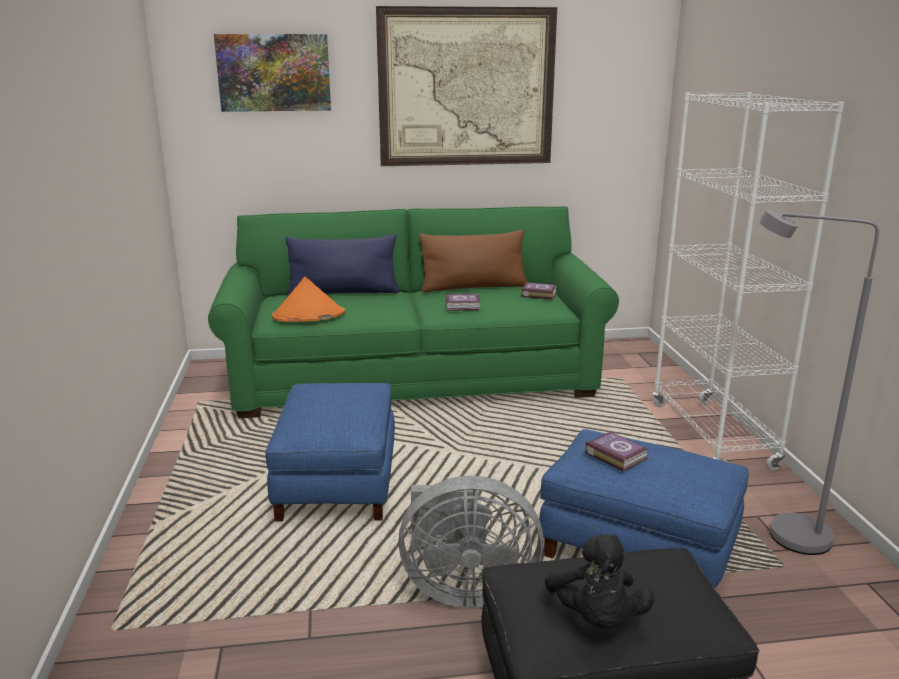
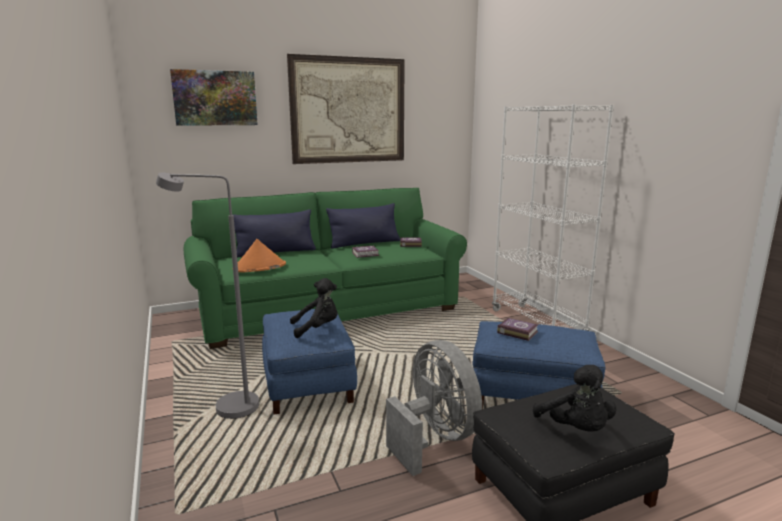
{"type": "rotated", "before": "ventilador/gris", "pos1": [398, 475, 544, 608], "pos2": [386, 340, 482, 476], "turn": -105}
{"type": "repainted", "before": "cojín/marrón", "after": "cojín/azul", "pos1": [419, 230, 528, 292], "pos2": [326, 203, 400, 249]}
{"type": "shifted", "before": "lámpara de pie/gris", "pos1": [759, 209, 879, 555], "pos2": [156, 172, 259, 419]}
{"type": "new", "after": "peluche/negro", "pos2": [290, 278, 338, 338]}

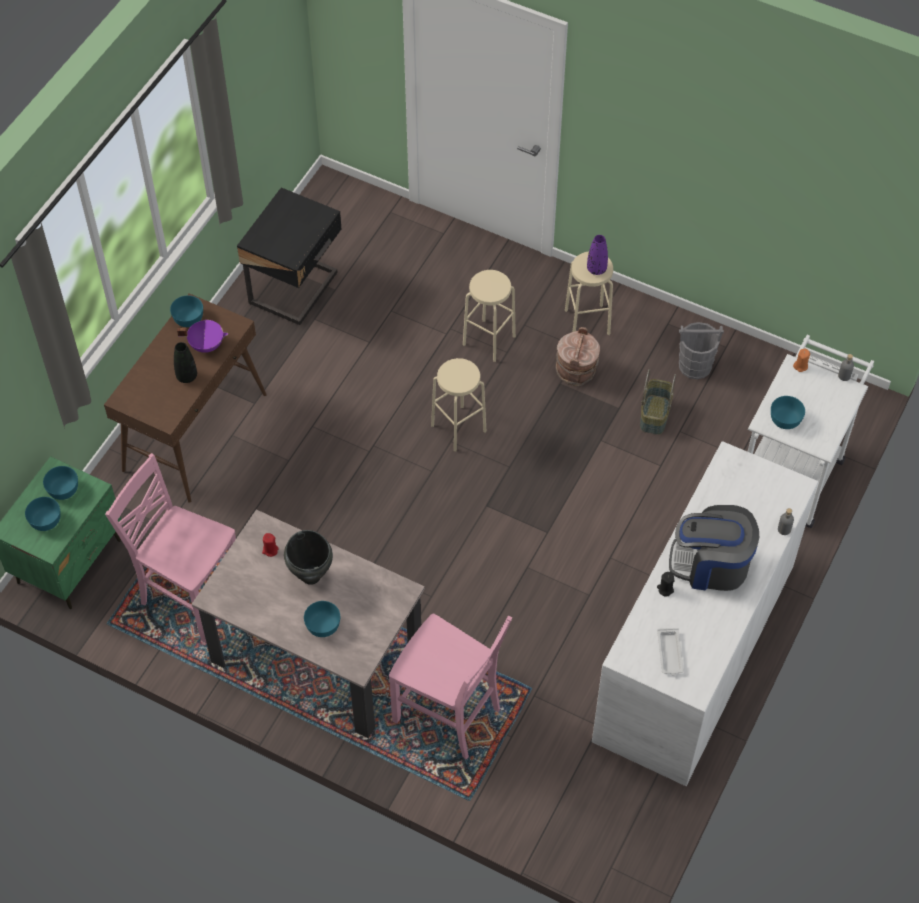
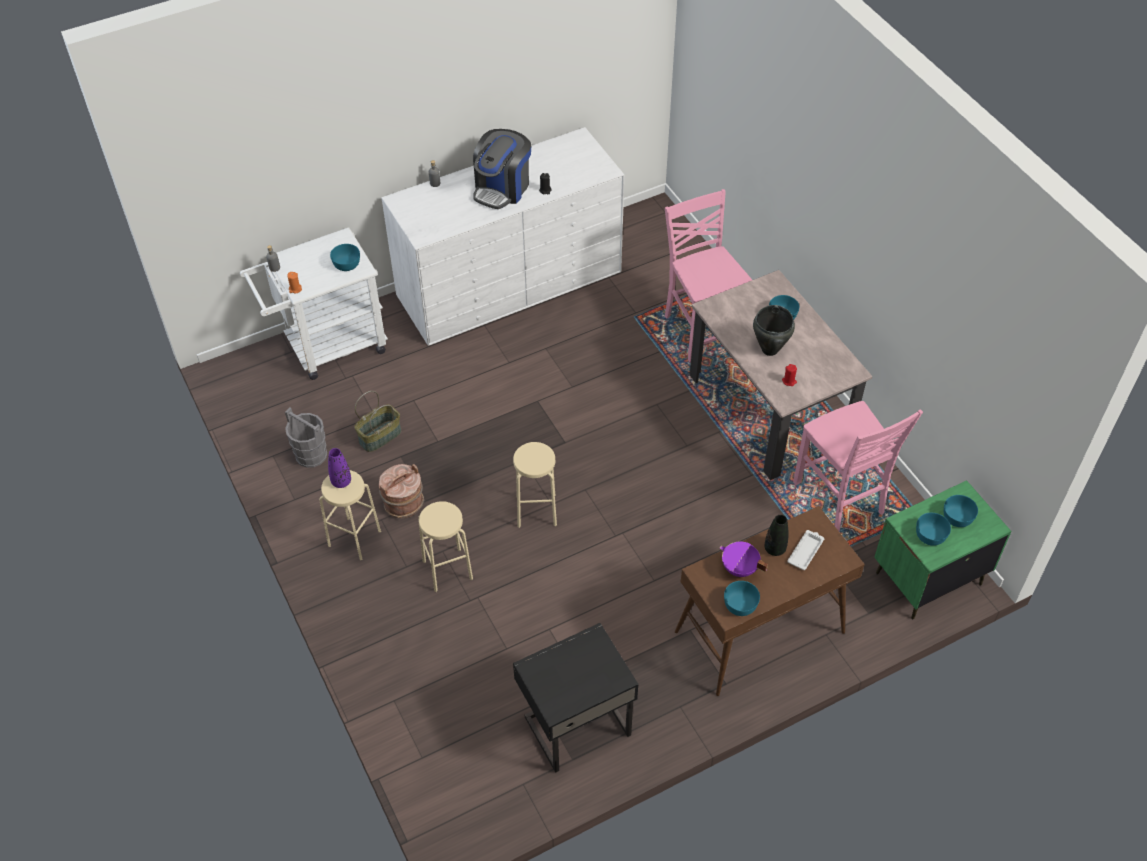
{"type": "shifted", "before": "bandeja/blanco", "pos1": [657, 628, 684, 676], "pos2": [787, 530, 824, 570]}
{"type": "rotated", "before": "cafetera", "pos1": [669, 505, 759, 591], "pos2": [473, 129, 531, 209], "turn": 75}

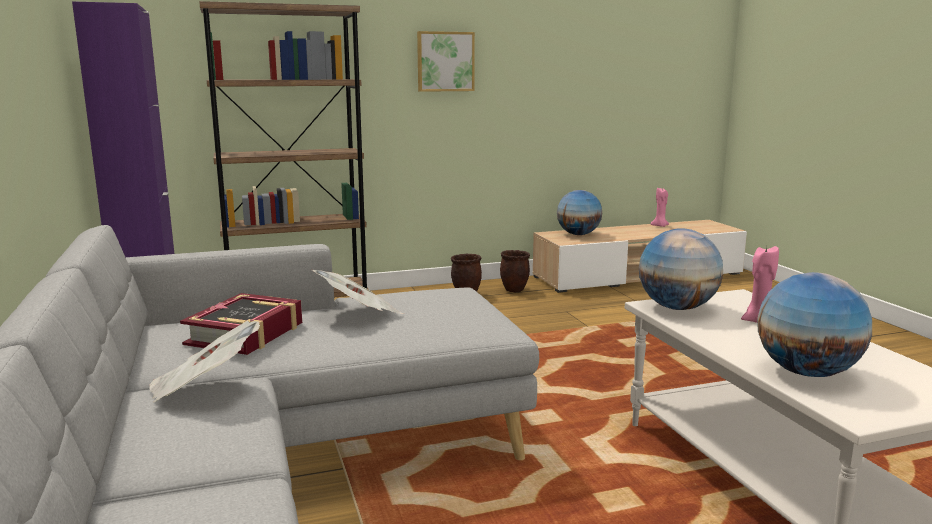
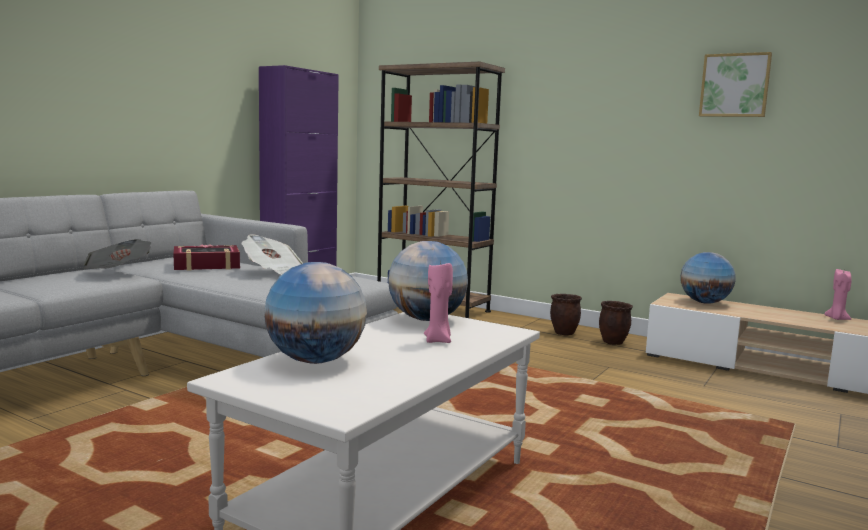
{"type": "shifted", "before": "cuadro", "pos1": [417, 31, 475, 92], "pos2": [699, 52, 772, 117]}

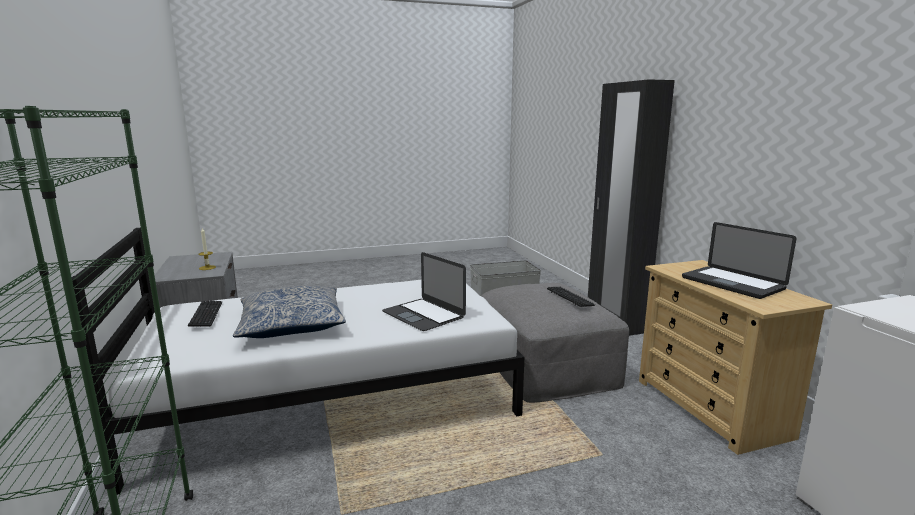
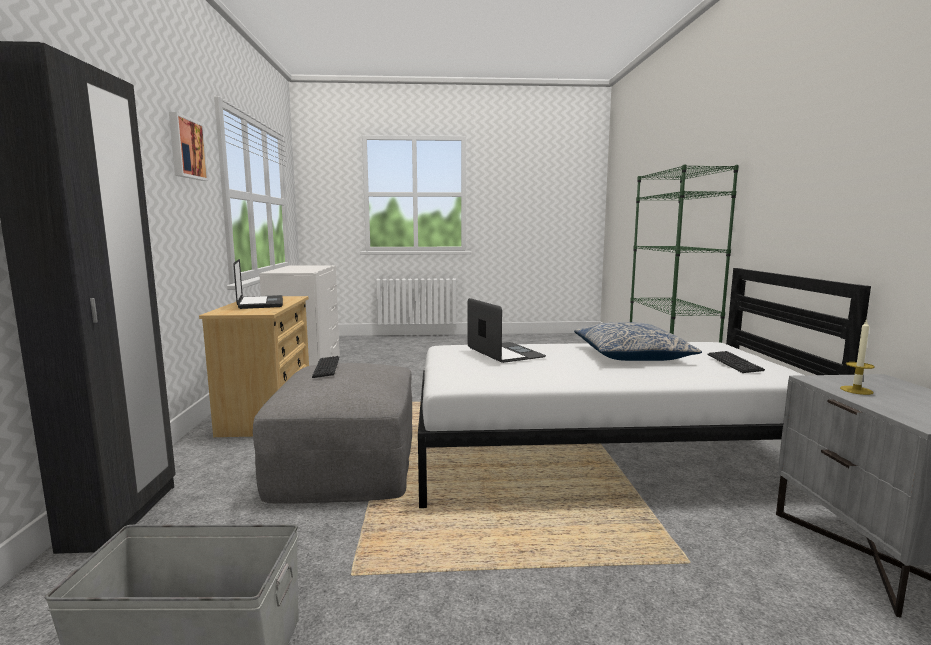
{"type": "new", "after": "cuadro", "pos2": [169, 112, 209, 181]}

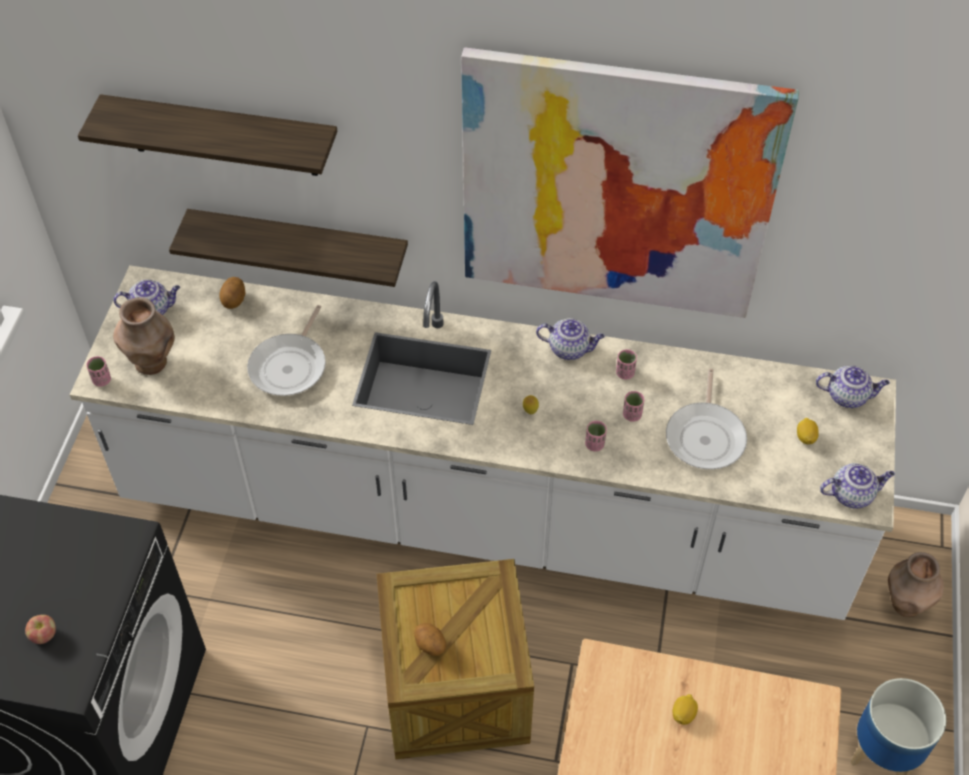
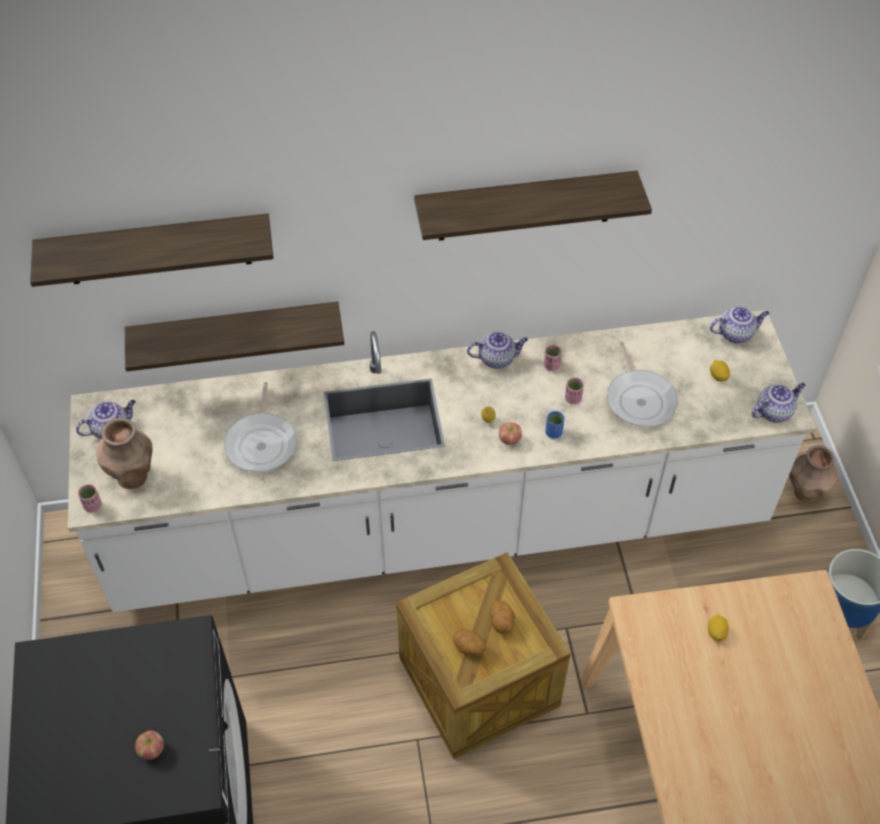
{"type": "shifted", "before": "patata", "pos1": [219, 277, 246, 309], "pos2": [490, 601, 515, 634]}
{"type": "swapped", "before": "cuadro", "after": "estante", "pos1": [461, 47, 799, 318], "pos2": [414, 171, 652, 241]}
{"type": "repainted", "before": "taza/rosa", "after": "taza/azul", "pos1": [585, 421, 607, 451], "pos2": [545, 411, 565, 439]}
{"type": "new", "after": "manzana", "pos2": [499, 422, 522, 445]}

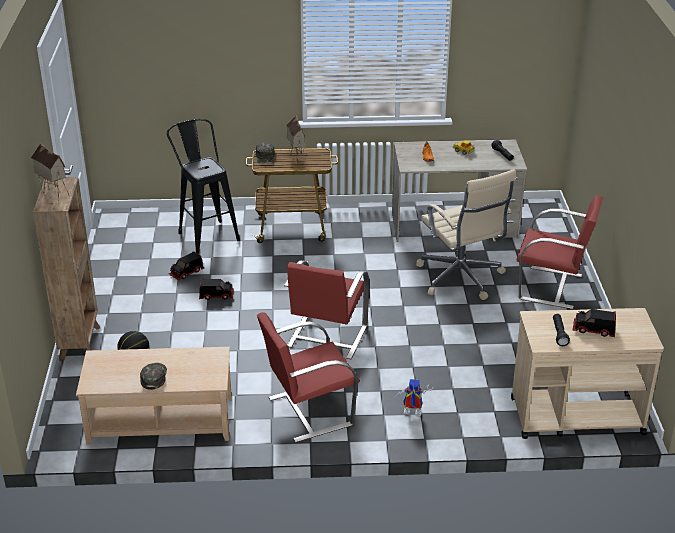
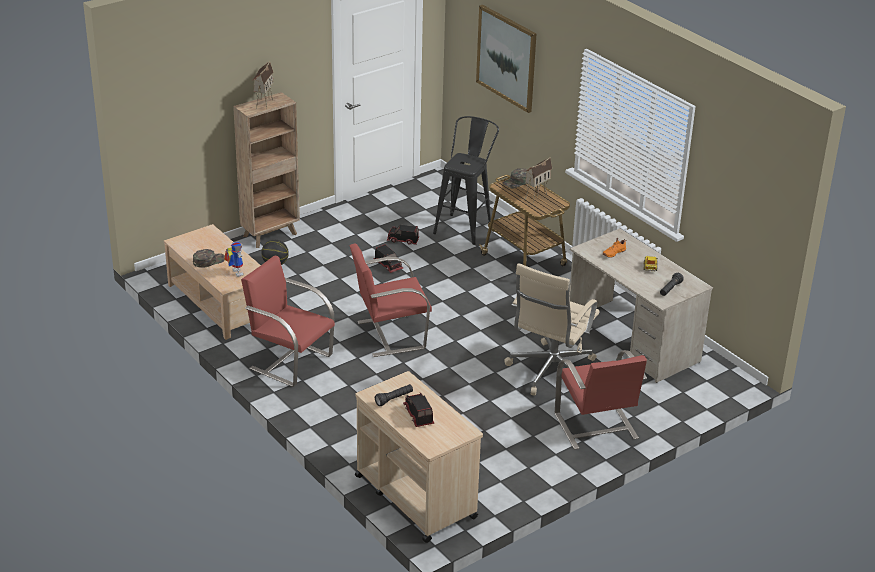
{"type": "shifted", "before": "robot de juguete", "pos1": [392, 379, 434, 416], "pos2": [224, 241, 244, 277]}
{"type": "new", "after": "cuadro", "pos2": [476, 5, 536, 113]}

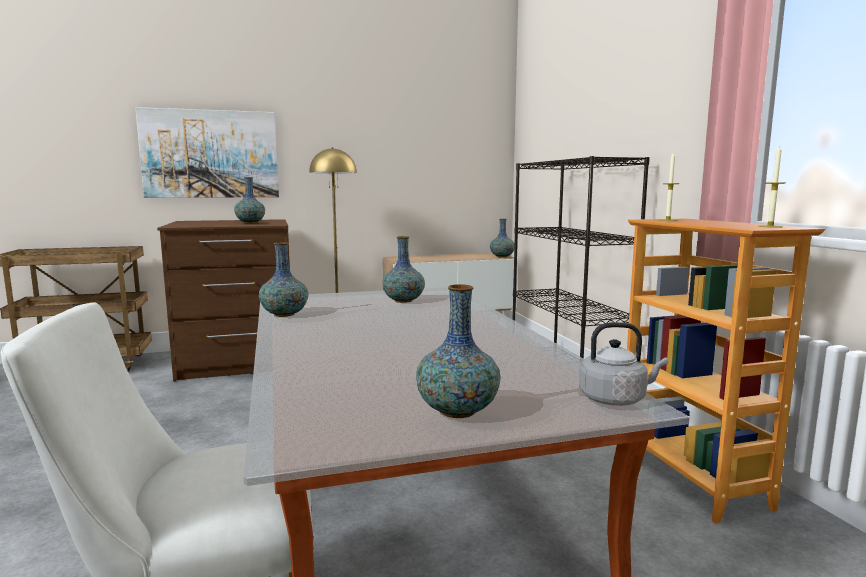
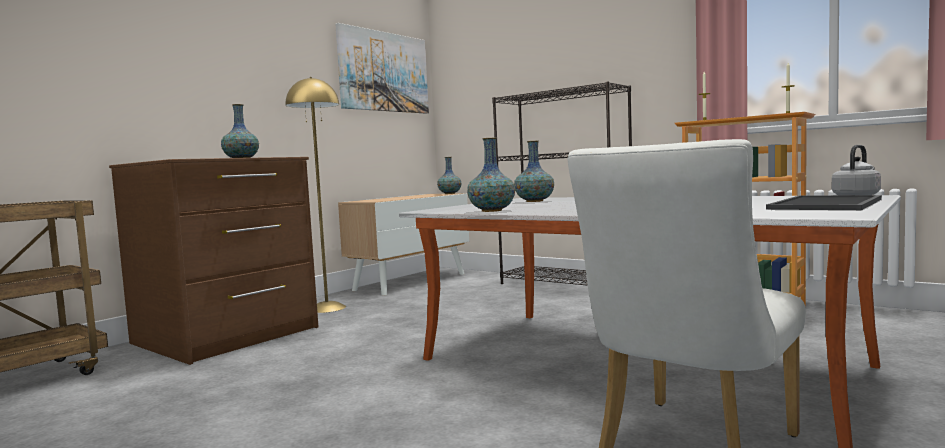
{"type": "shifted", "before": "cuadro", "pos1": [135, 107, 279, 198], "pos2": [335, 23, 429, 114]}
{"type": "swapped", "before": "florero", "after": "bandeja", "pos1": [416, 284, 501, 418], "pos2": [766, 195, 882, 210]}

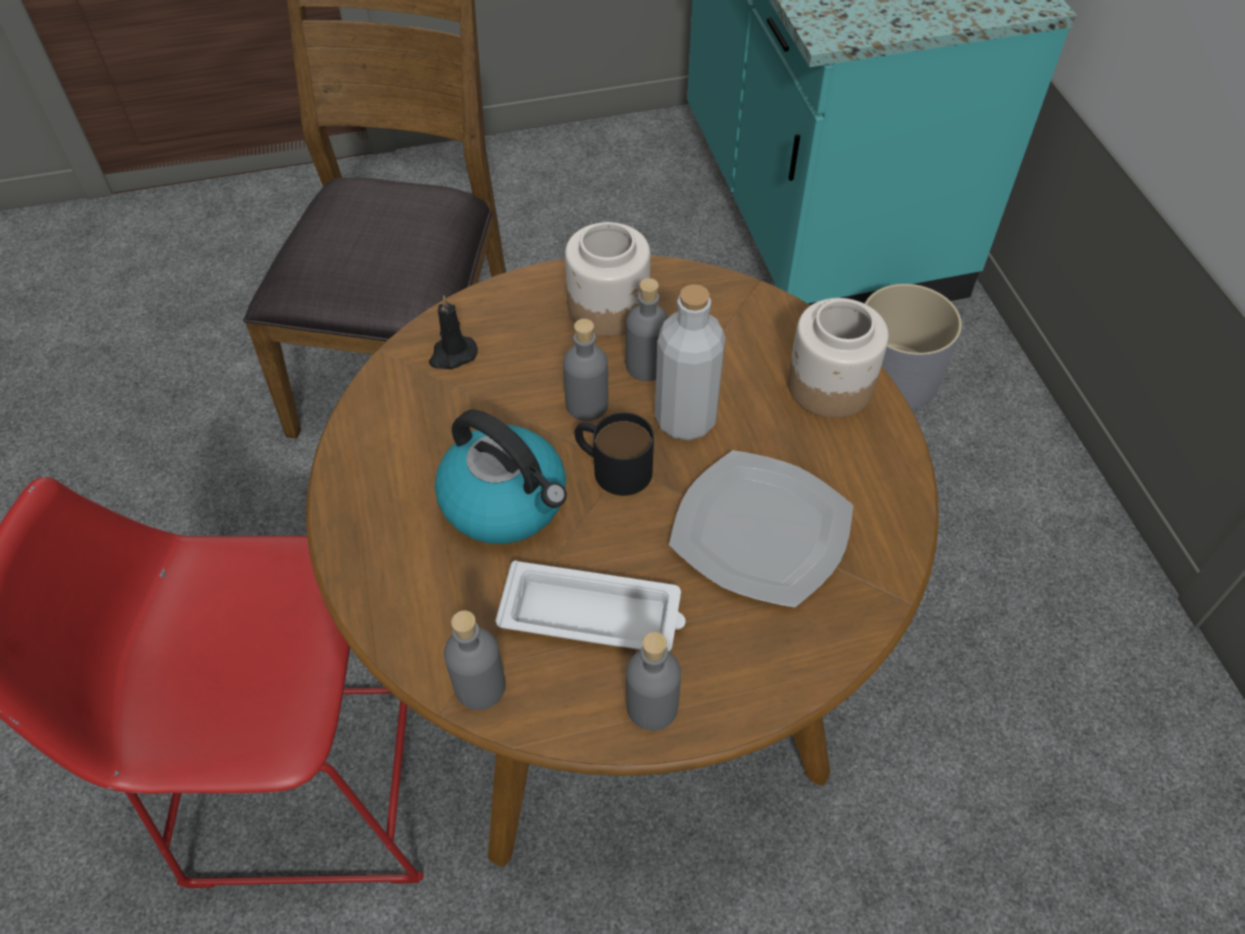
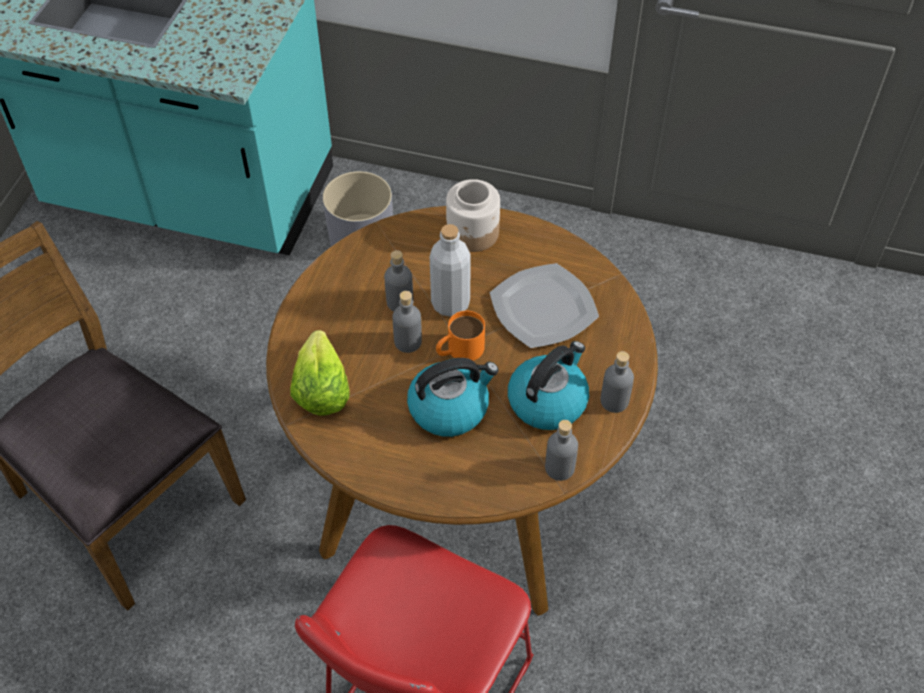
{"type": "swapped", "before": "vela/negro", "after": "lechuga", "pos1": [429, 295, 478, 369], "pos2": [290, 330, 349, 416]}
{"type": "swapped", "before": "bandeja/blanco", "after": "hervidor", "pos1": [495, 560, 686, 652], "pos2": [508, 341, 589, 430]}
{"type": "gone", "before": "tarro", "pos1": [565, 222, 650, 337]}
{"type": "repainted", "before": "taza grande/negro", "after": "taza grande/naranja", "pos1": [575, 412, 654, 496], "pos2": [436, 311, 485, 361]}

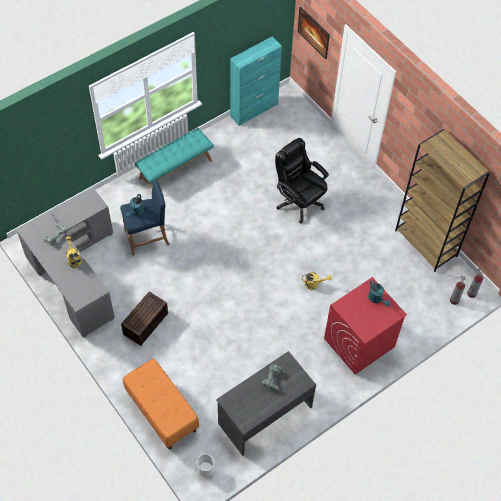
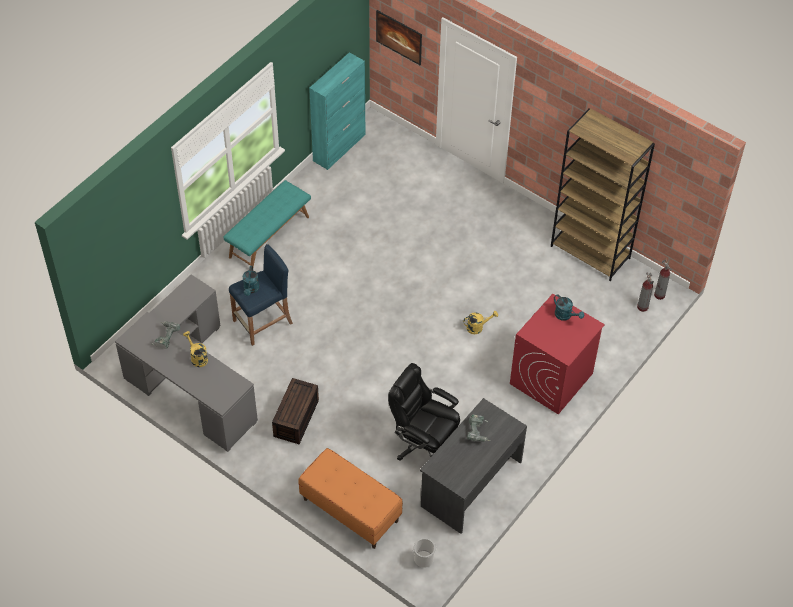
{"type": "shifted", "before": "silla de oficina/negro", "pos1": [275, 138, 329, 224], "pos2": [388, 363, 460, 461]}

